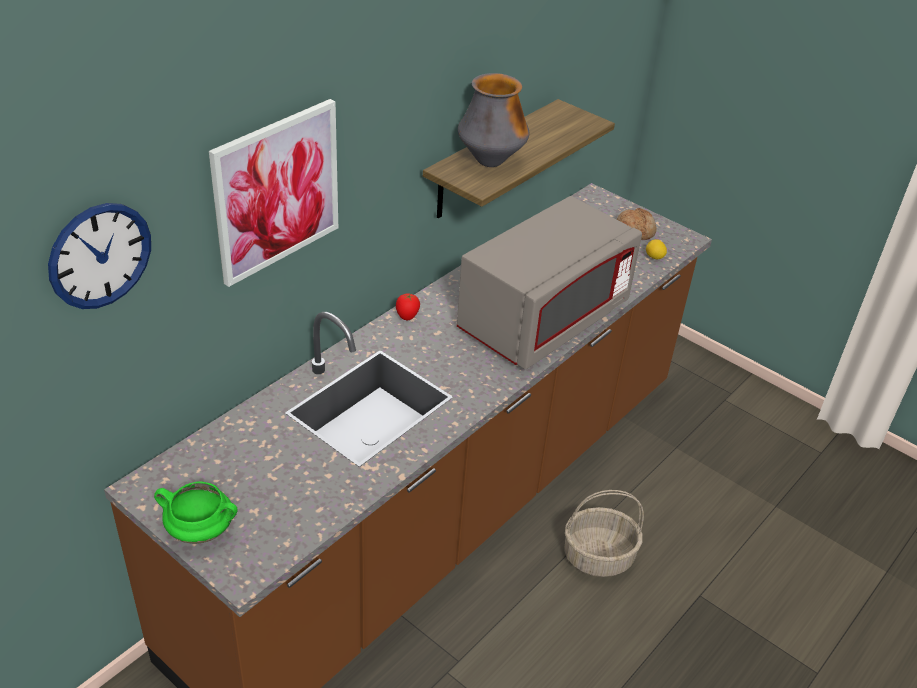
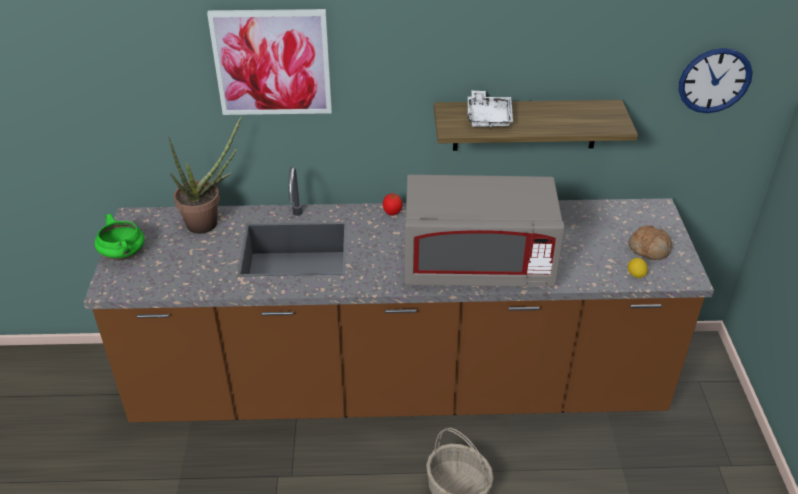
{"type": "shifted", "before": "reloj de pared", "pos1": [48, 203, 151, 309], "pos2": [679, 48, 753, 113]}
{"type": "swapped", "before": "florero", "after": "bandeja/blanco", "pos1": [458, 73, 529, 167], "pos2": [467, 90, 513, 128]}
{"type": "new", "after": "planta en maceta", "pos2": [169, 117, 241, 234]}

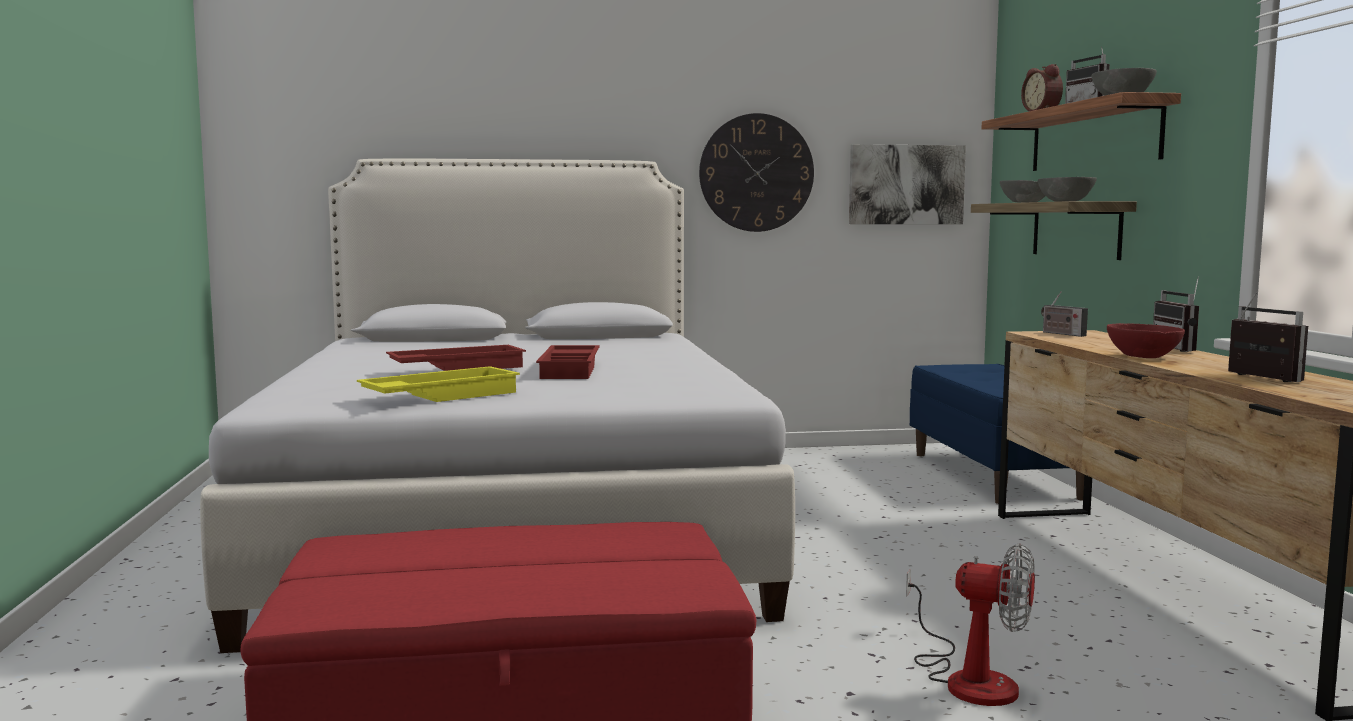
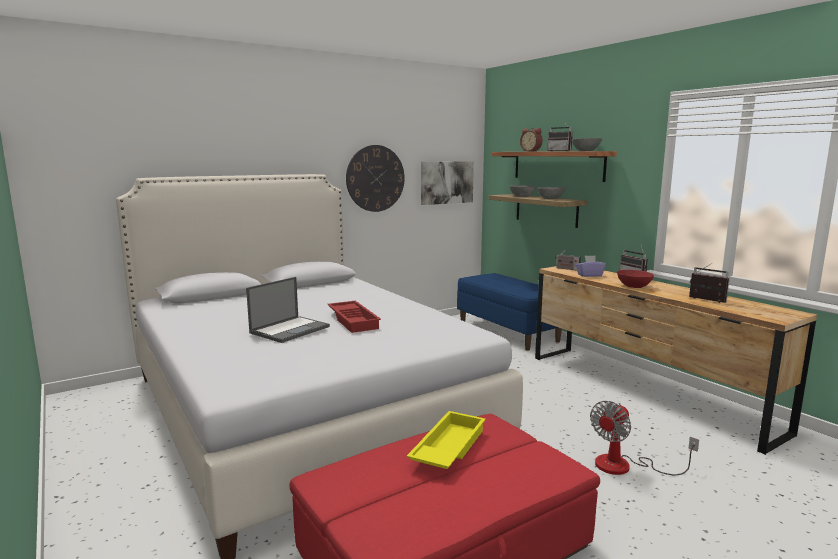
{"type": "shifted", "before": "bandeja/amarillo", "pos1": [357, 366, 520, 402], "pos2": [407, 411, 486, 469]}
{"type": "swapped", "before": "bandeja/rojo", "after": "portátil", "pos1": [386, 345, 526, 371], "pos2": [246, 277, 330, 343]}
{"type": "rotated", "before": "ventilador", "pos1": [906, 544, 1035, 706], "pos2": [590, 401, 699, 475], "turn": 135}
{"type": "new", "after": "caja de pañuelos/morado", "pos2": [576, 255, 606, 277]}

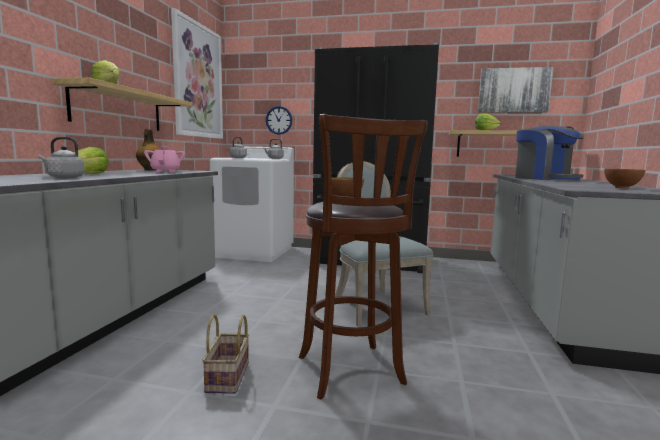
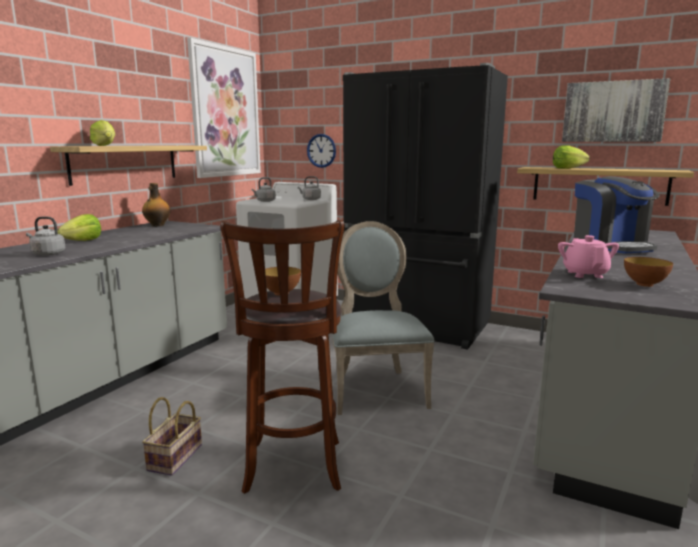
{"type": "shifted", "before": "tetera/rosa", "pos1": [144, 146, 185, 173], "pos2": [558, 235, 619, 278]}

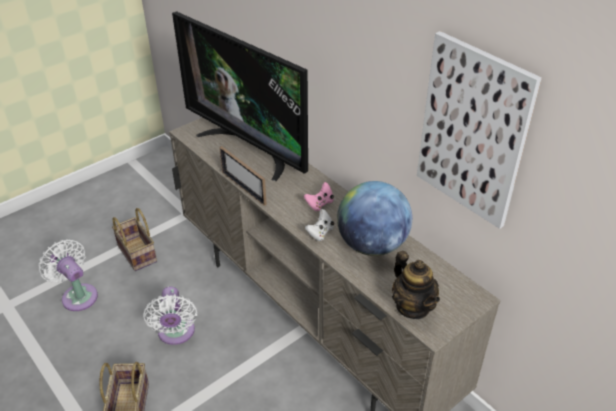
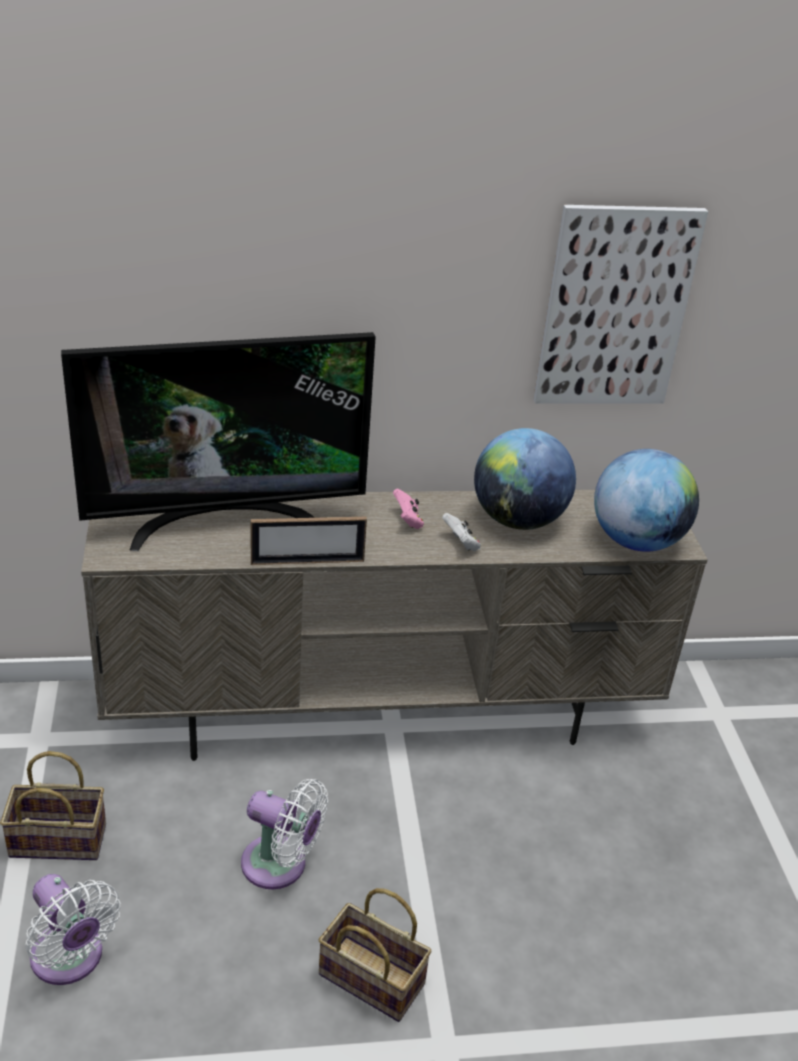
{"type": "rotated", "before": "ventilador/blanco", "pos1": [38, 239, 98, 311], "pos2": [26, 874, 121, 985], "turn": -120}
{"type": "swapped", "before": "tetera", "after": "globo terráqueo", "pos1": [392, 251, 440, 319], "pos2": [594, 449, 699, 552]}

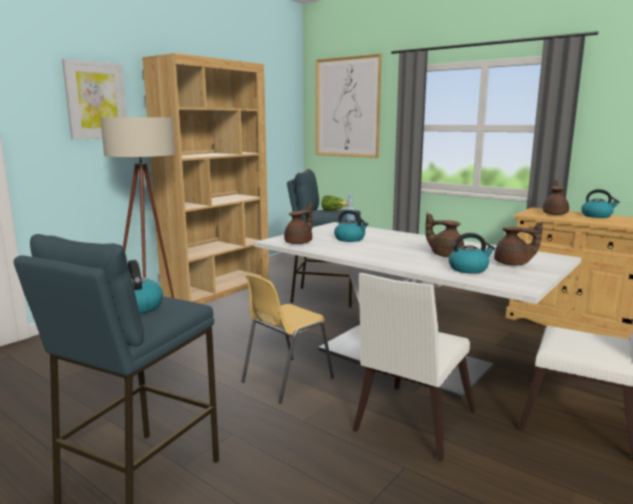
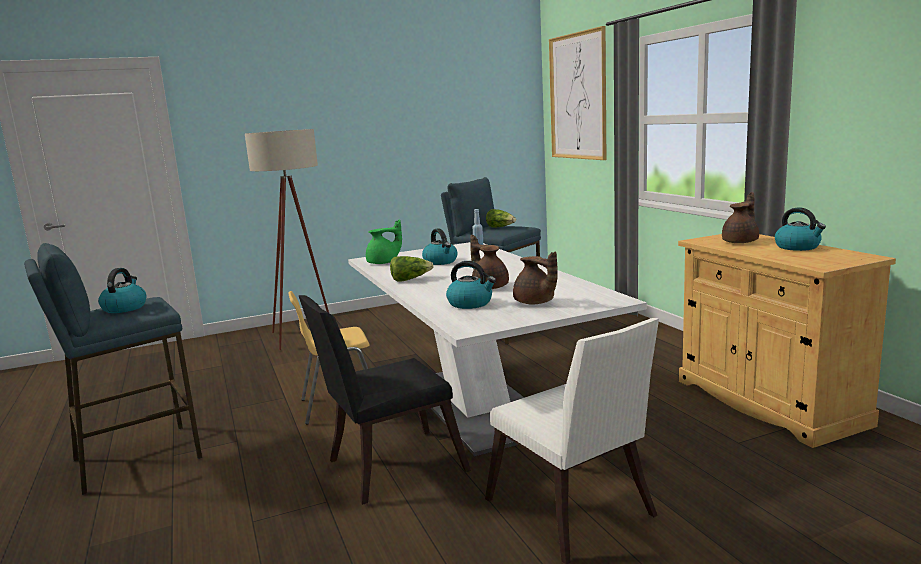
{"type": "gone", "before": "cuadro", "pos1": [62, 59, 127, 140]}
{"type": "gone", "before": "estantería/marrón", "pos1": [142, 53, 269, 304]}
{"type": "repainted", "before": "tetera/marrón", "after": "tetera/verde", "pos1": [284, 203, 313, 244], "pos2": [366, 219, 402, 264]}
{"type": "repainted", "before": "silla/blanco", "after": "silla/negro", "pos1": [353, 273, 476, 461], "pos2": [299, 295, 471, 505]}
{"type": "new", "after": "lechuga", "pos2": [390, 256, 434, 282]}

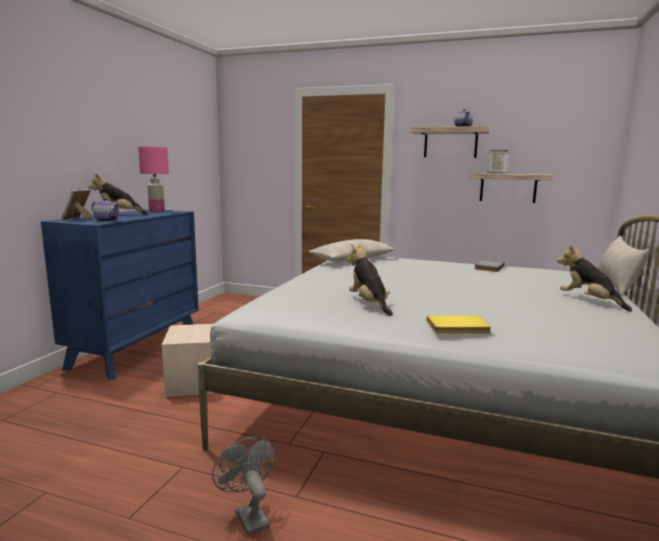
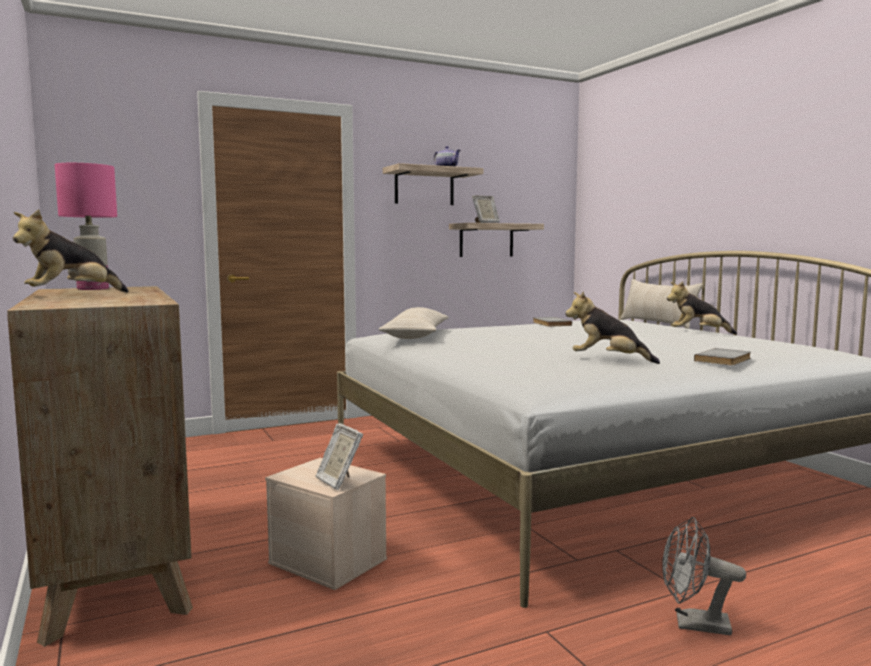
{"type": "repainted", "before": "cómoda/azul", "after": "cómoda/marrón", "pos1": [41, 209, 199, 380], "pos2": [7, 286, 193, 647]}
{"type": "shifted", "before": "portarretratos", "pos1": [61, 189, 92, 220], "pos2": [316, 423, 363, 490]}
{"type": "gone", "before": "tetera", "pos1": [91, 198, 120, 222]}
{"type": "repainted", "before": "libro/amarillo", "after": "libro/gris", "pos1": [427, 316, 491, 334], "pos2": [694, 348, 751, 365]}

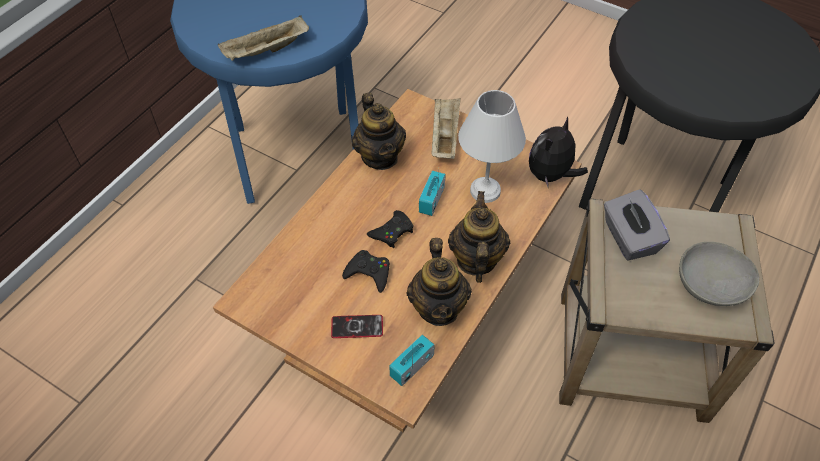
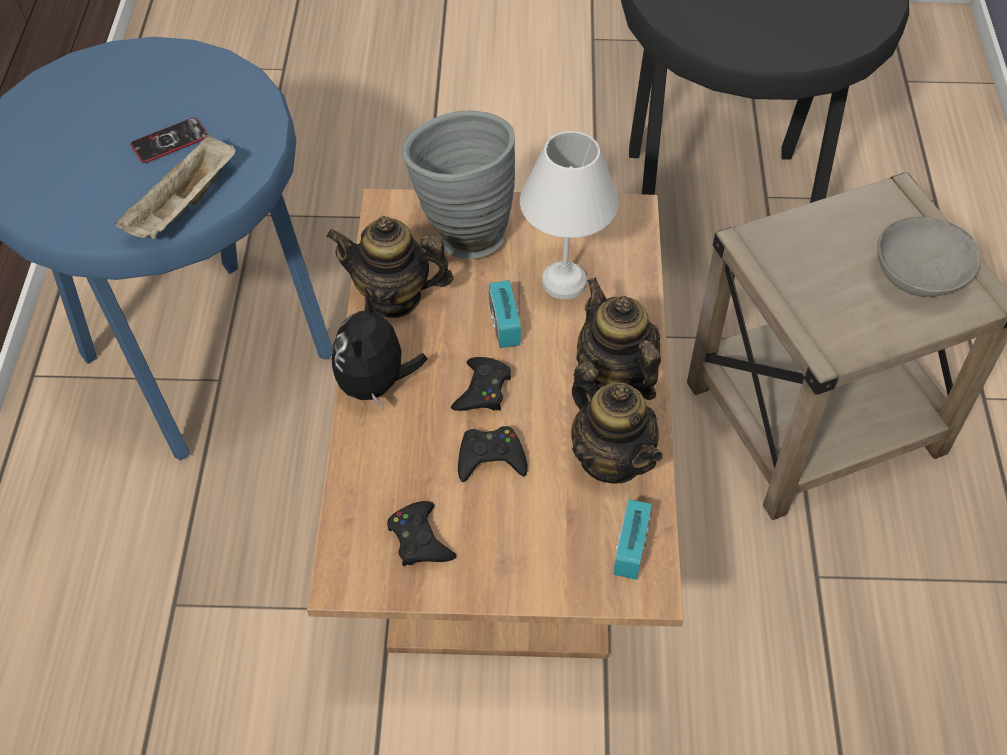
{"type": "shifted", "before": "móvil", "pos1": [331, 315, 383, 338], "pos2": [130, 118, 208, 163]}
{"type": "rotated", "before": "tetera", "pos1": [352, 93, 406, 170], "pos2": [326, 216, 454, 318], "turn": 150}
{"type": "swapped", "before": "bandeja/beis", "after": "florero/gris", "pos1": [431, 98, 461, 159], "pos2": [402, 111, 515, 259]}
{"type": "shifted", "before": "peluche", "pos1": [529, 116, 588, 187], "pos2": [332, 294, 428, 408]}
{"type": "gone", "before": "caja de pañuelos/gris", "pos1": [604, 189, 670, 261]}
{"type": "new", "after": "mando de consola/negro", "pos2": [387, 501, 456, 566]}

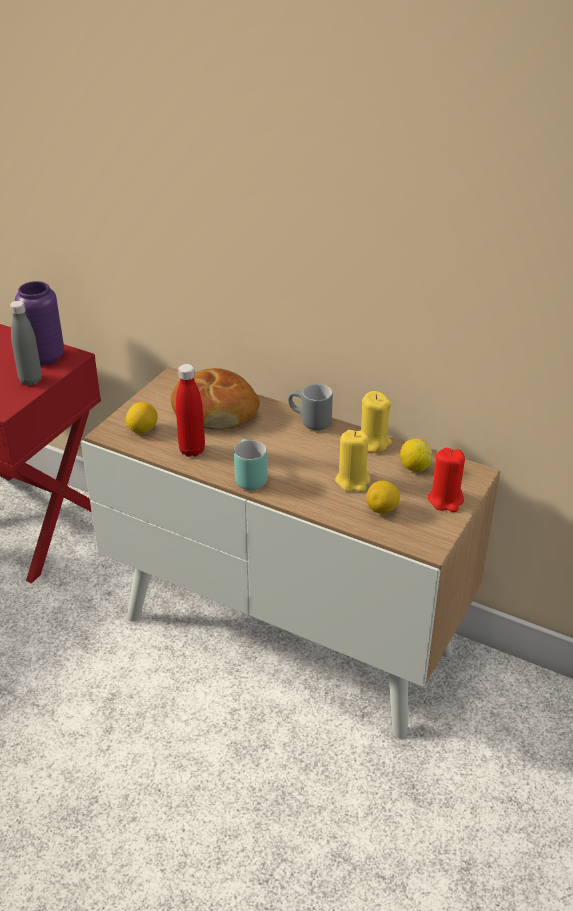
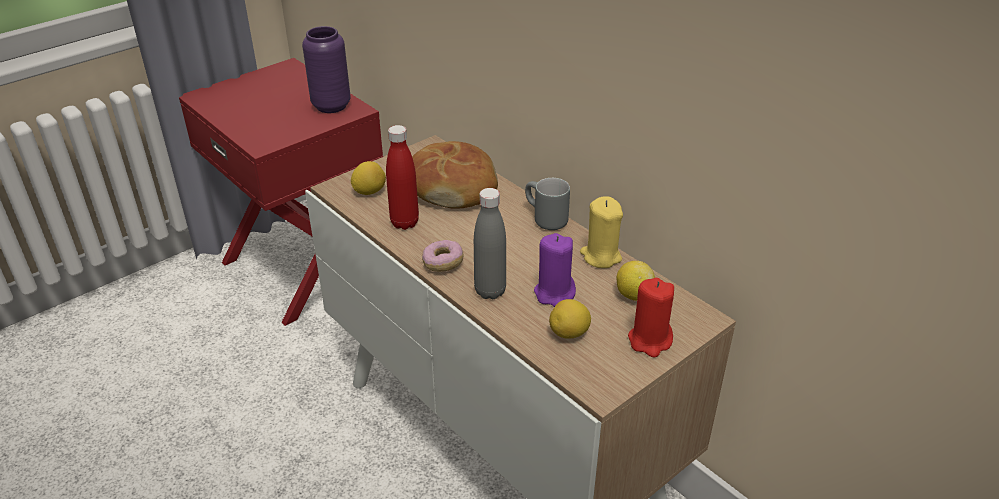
{"type": "shifted", "before": "botella/gris", "pos1": [10, 301, 42, 386], "pos2": [474, 188, 506, 299]}
{"type": "swapped", "before": "taza grande/turquesa", "after": "rosquilla", "pos1": [234, 439, 267, 490], "pos2": [422, 240, 463, 272]}
{"type": "repainted", "before": "vela/amarillo", "after": "vela/morado", "pos1": [335, 430, 370, 492], "pos2": [534, 233, 576, 307]}

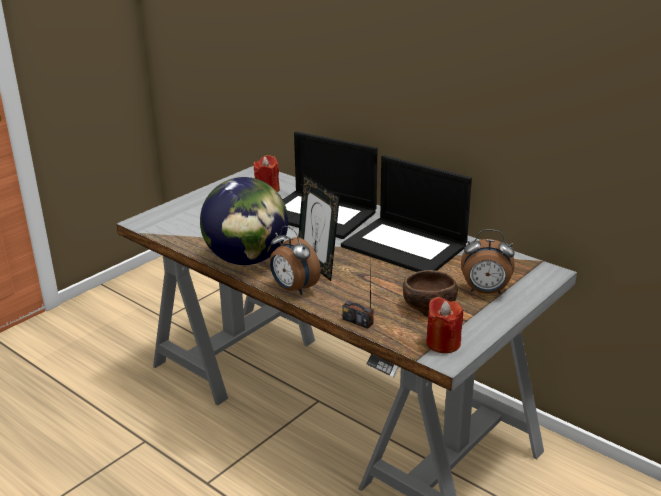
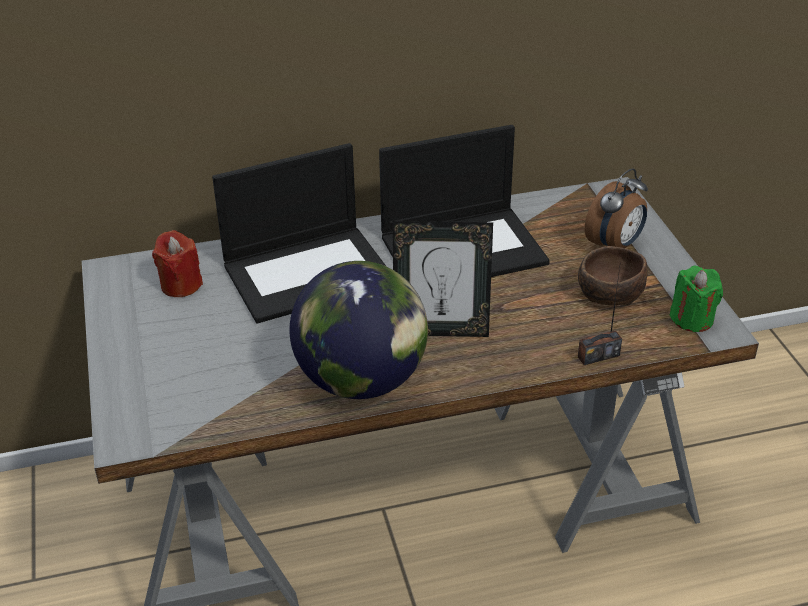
{"type": "gone", "before": "despertador", "pos1": [270, 226, 321, 295]}
{"type": "repainted", "before": "vela/rojo", "after": "vela/verde", "pos1": [426, 297, 463, 353], "pos2": [670, 266, 723, 332]}

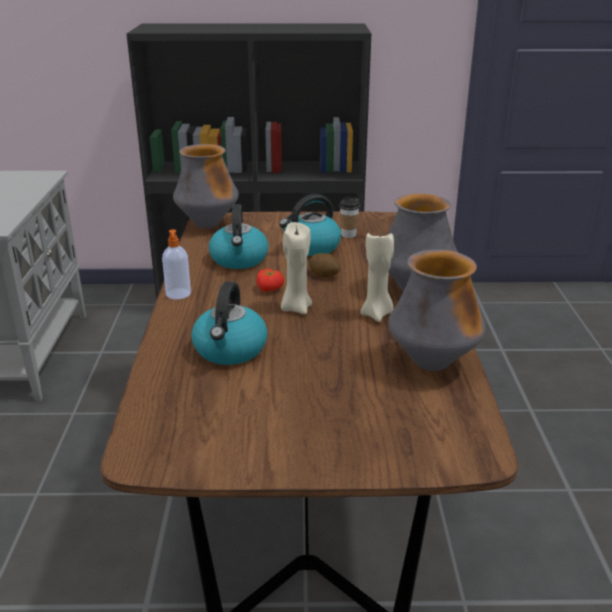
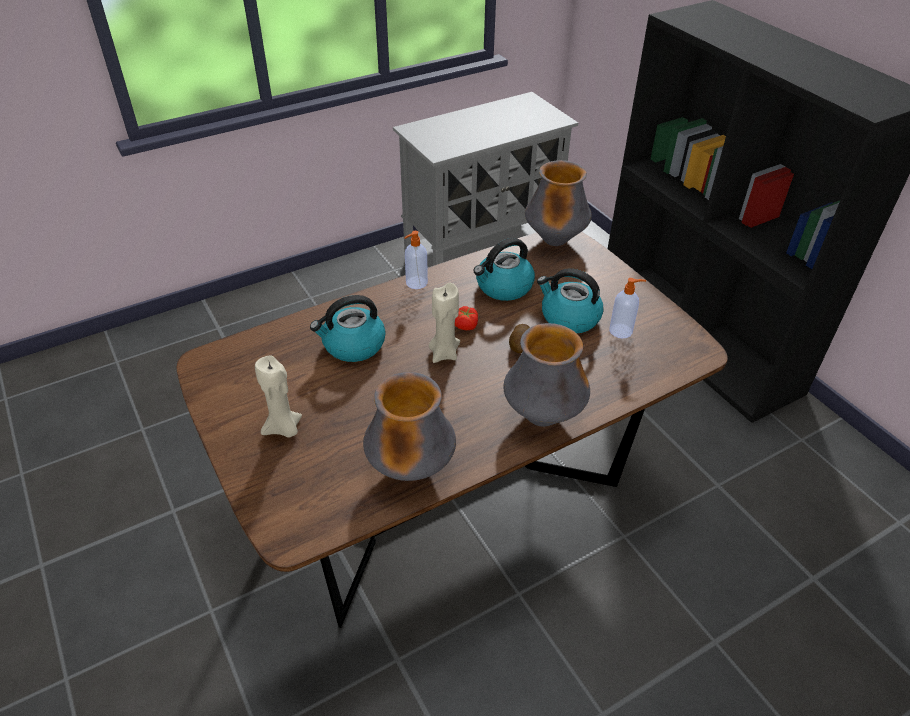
{"type": "swapped", "before": "taza", "after": "dispensador de jabón", "pos1": [339, 197, 360, 238], "pos2": [609, 278, 646, 338]}
{"type": "shifted", "before": "vela/beis", "pos1": [360, 230, 394, 322], "pos2": [255, 355, 302, 438]}

